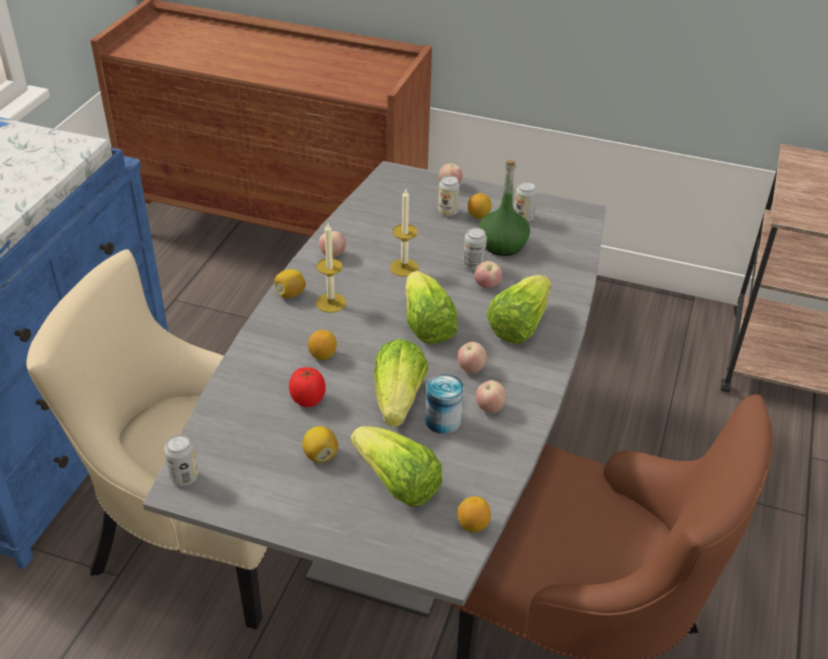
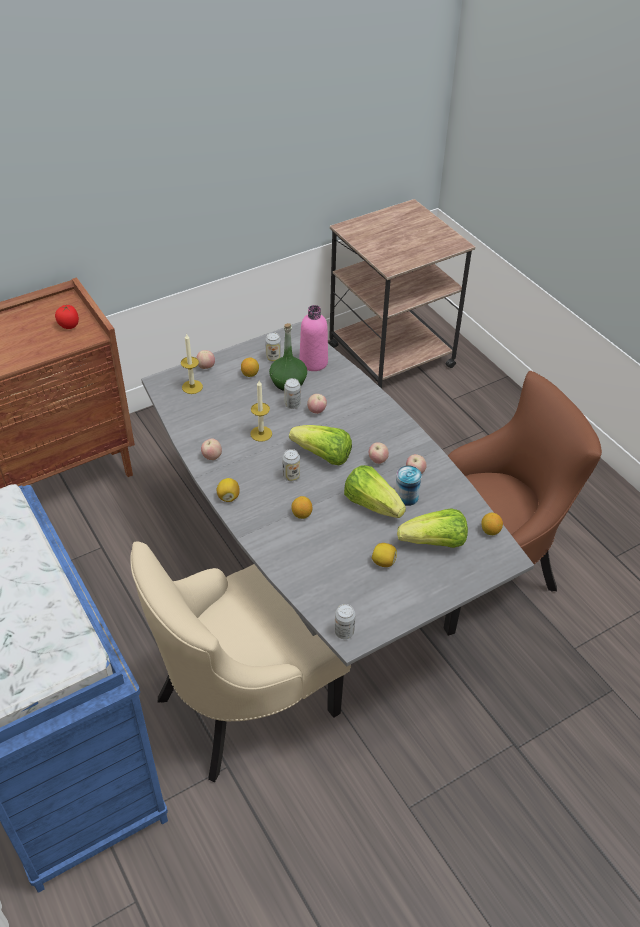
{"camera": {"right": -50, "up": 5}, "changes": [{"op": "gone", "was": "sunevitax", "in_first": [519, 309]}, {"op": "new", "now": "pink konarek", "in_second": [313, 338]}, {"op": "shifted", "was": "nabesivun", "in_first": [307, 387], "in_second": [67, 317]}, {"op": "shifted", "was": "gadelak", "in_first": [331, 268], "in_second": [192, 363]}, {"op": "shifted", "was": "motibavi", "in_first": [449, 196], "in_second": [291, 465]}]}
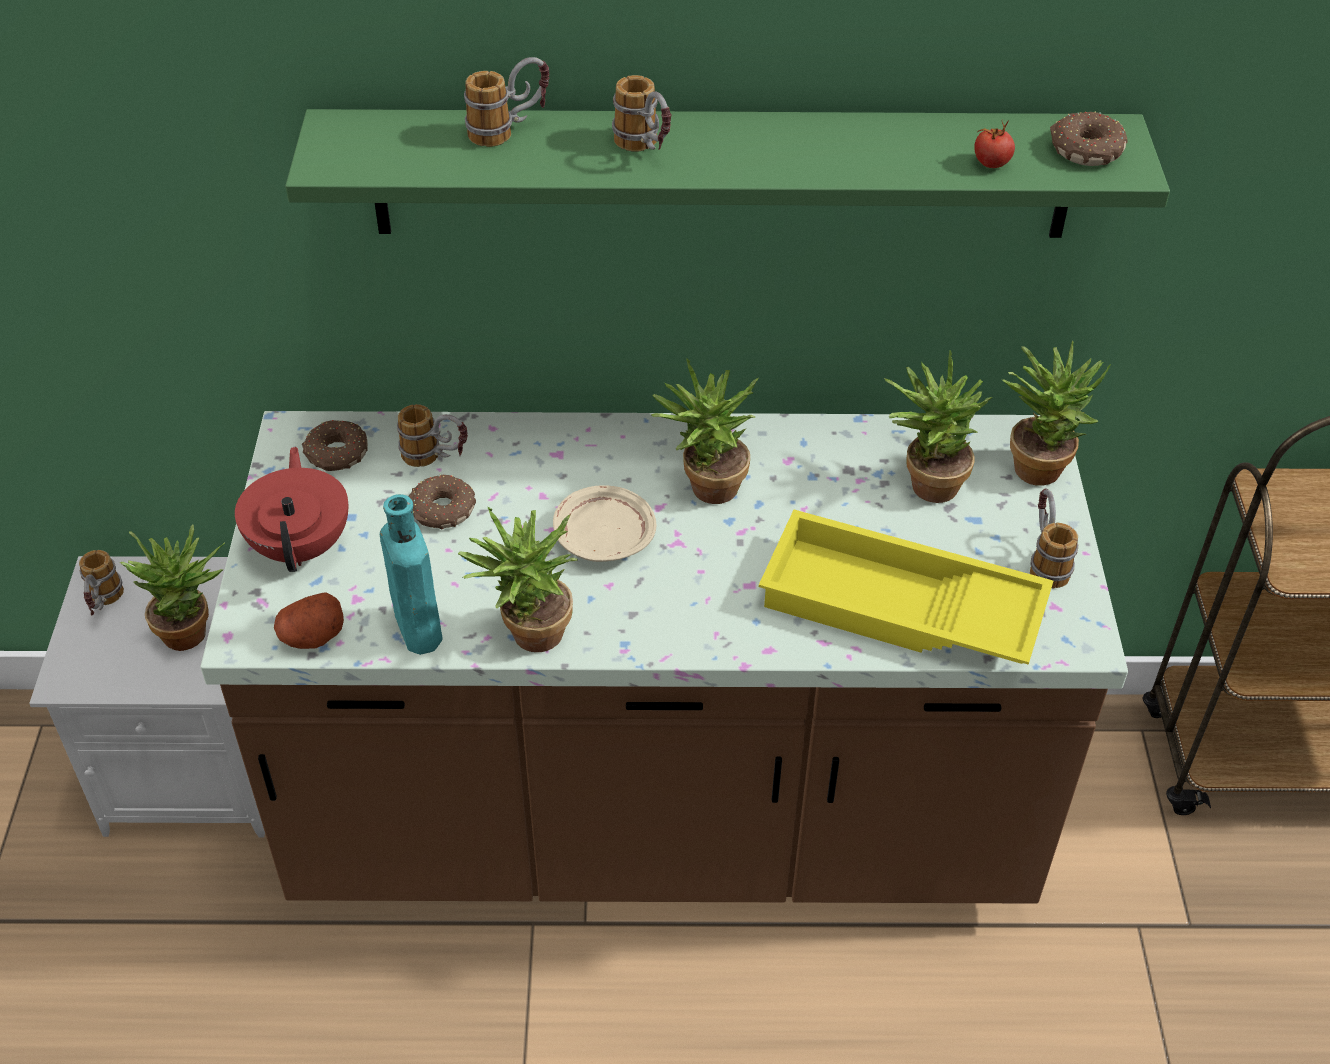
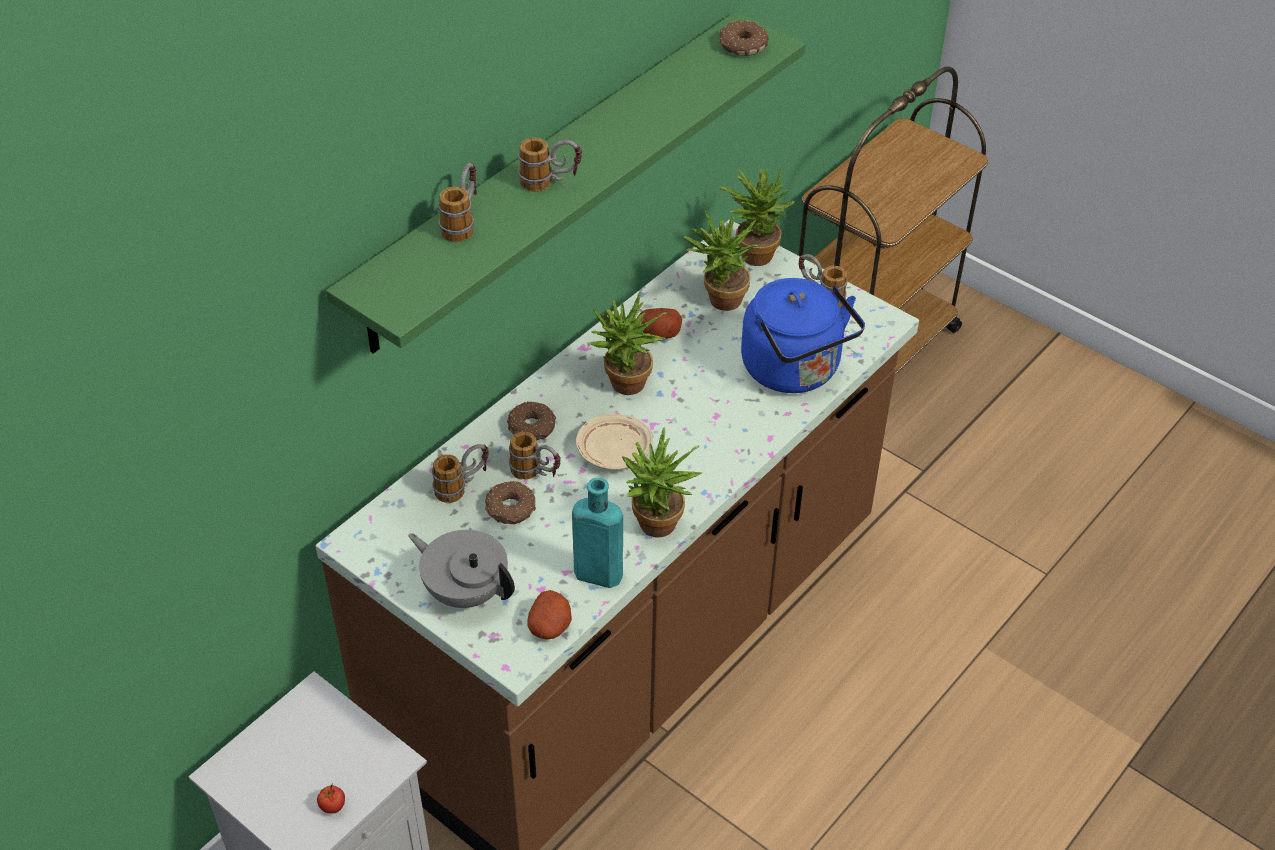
{"camera": {"right": -50, "up": 0}, "changes": [{"op": "gone", "was": "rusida", "in_first": [172, 587]}, {"op": "new", "now": "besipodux", "in_second": [660, 324]}, {"op": "shifted", "was": "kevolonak", "in_first": [101, 582], "in_second": [535, 456]}, {"op": "shifted", "was": "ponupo", "in_first": [335, 445], "in_second": [531, 420]}, {"op": "shifted", "was": "nabesivun", "in_first": [994, 144], "in_second": [331, 798]}, {"op": "swapped", "was": "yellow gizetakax", "now": "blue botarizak", "in_first": [906, 587], "in_second": [803, 335]}, {"op": "repainted", "was": "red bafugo", "now": "grey bafugo", "in_first": [292, 509], "in_second": [461, 569]}]}
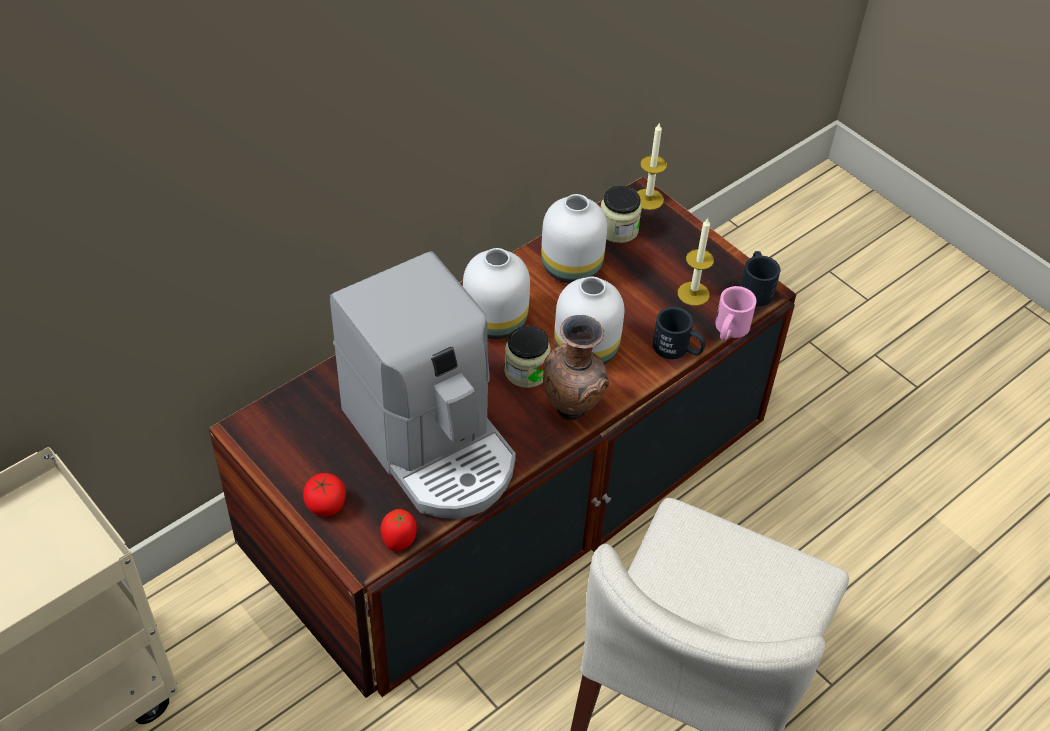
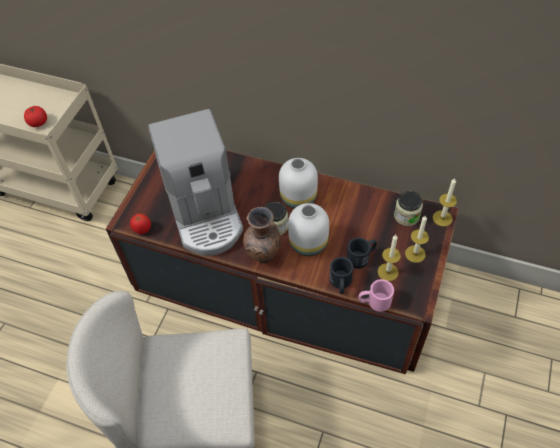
{"camera": {"right": 65, "up": 5}, "changes": [{"op": "gone", "was": "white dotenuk", "in_first": [574, 239]}, {"op": "new", "now": "gadelak", "in_second": [417, 239]}, {"op": "shifted", "was": "nabesivun", "in_first": [324, 495], "in_second": [35, 116]}, {"op": "shifted", "was": "black kevolonak", "in_first": [761, 278], "in_second": [362, 253]}, {"op": "rotated", "was": "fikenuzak", "in_first": [423, 385], "in_second": [195, 182], "clockwise": -45}]}
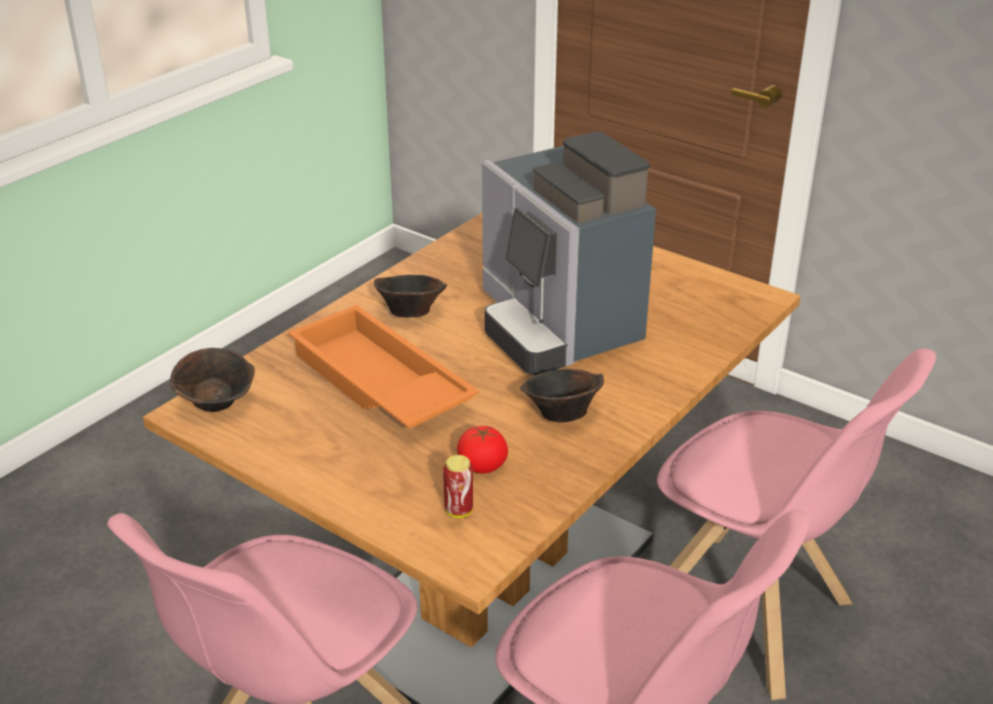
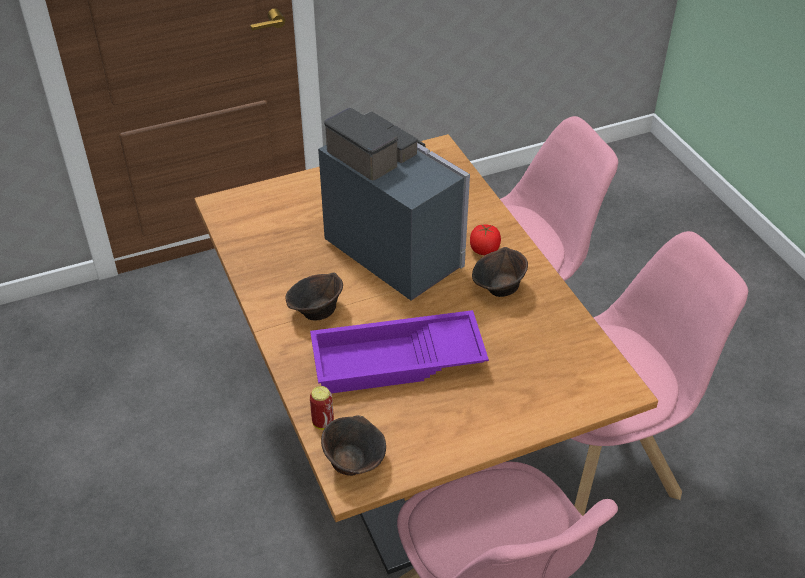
{"camera": {"right": -60, "up": 10}, "changes": [{"op": "shifted", "was": "motibavi", "in_first": [458, 486], "in_second": [322, 408]}, {"op": "shifted", "was": "nabesivun", "in_first": [482, 449], "in_second": [485, 239]}, {"op": "repainted", "was": "orange gizetakax", "now": "purple gizetakax", "in_first": [383, 367], "in_second": [399, 352]}, {"op": "rotated", "was": "fikenuzak", "in_first": [569, 253], "in_second": [394, 204], "clockwise": -135}]}
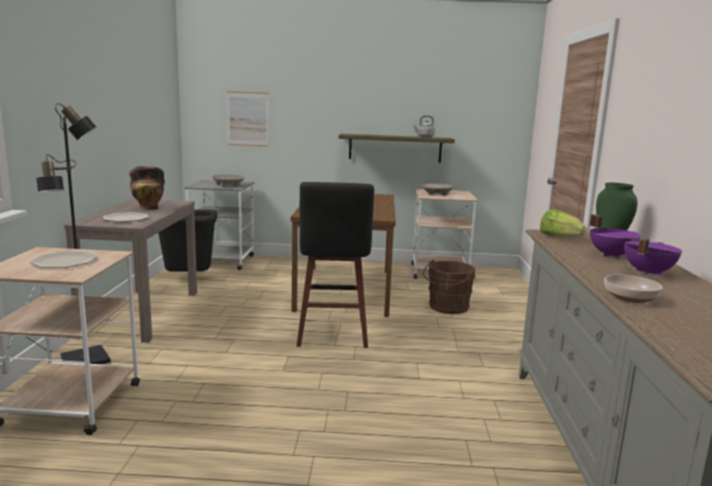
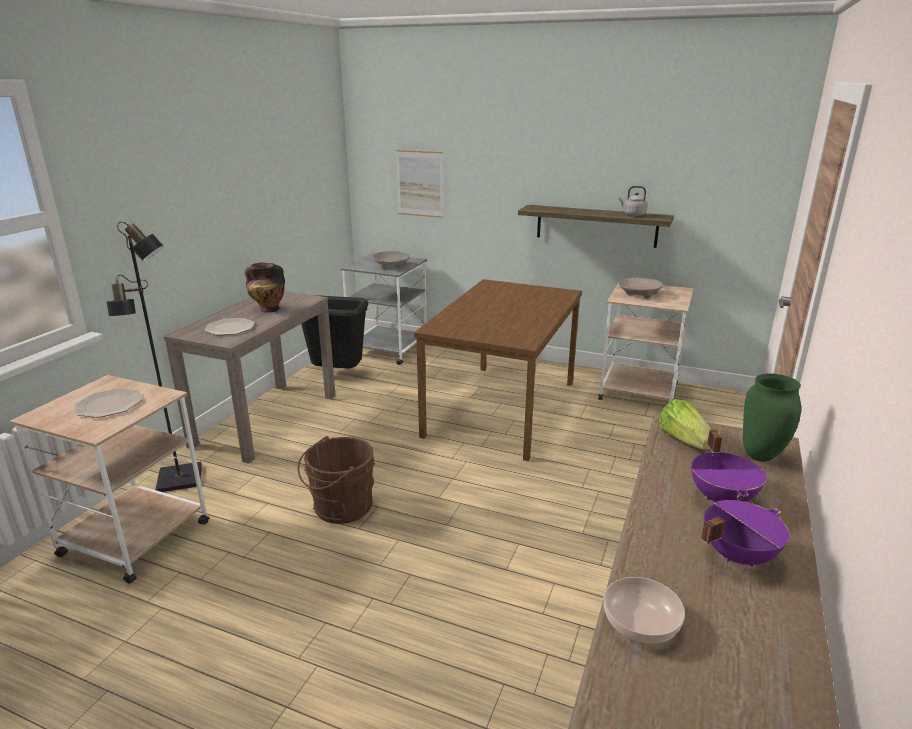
{"camera": {"right": 20, "up": 10}, "changes": [{"op": "gone", "was": "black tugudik", "in_first": [335, 265]}, {"op": "shifted", "was": "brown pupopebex", "in_first": [449, 287], "in_second": [336, 480]}]}
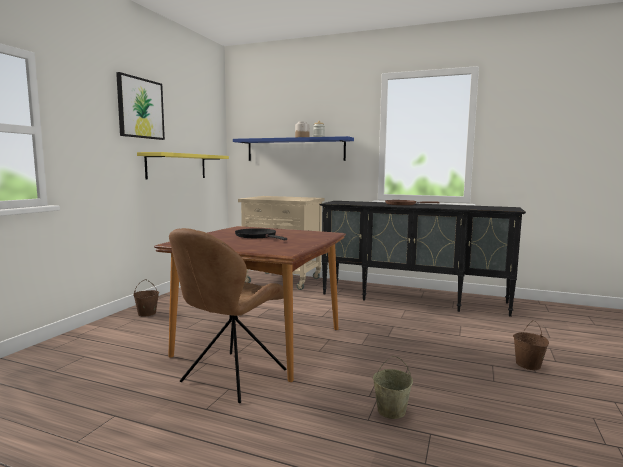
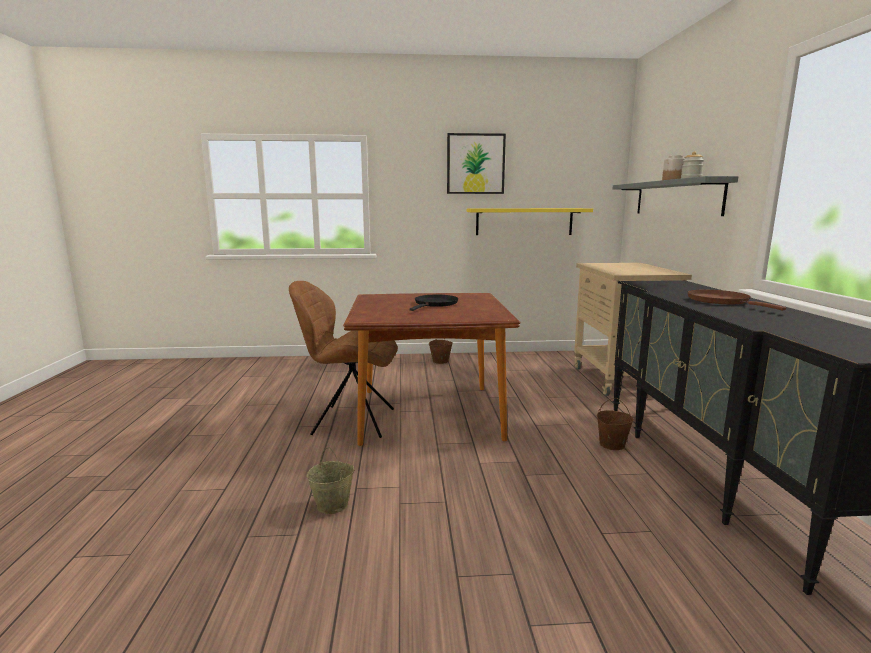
{"camera": {"right": 65, "up": 5}, "changes": [{"op": "shifted", "was": "brown pupopebex", "in_first": [531, 345], "in_second": [615, 424]}, {"op": "repainted", "was": "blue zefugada", "now": "grey zefugada", "in_first": [293, 148], "in_second": [675, 196]}]}
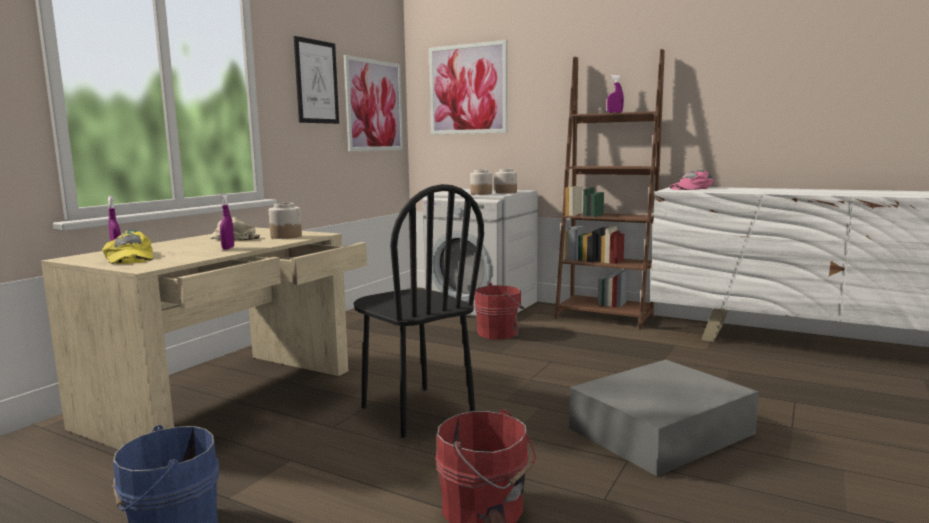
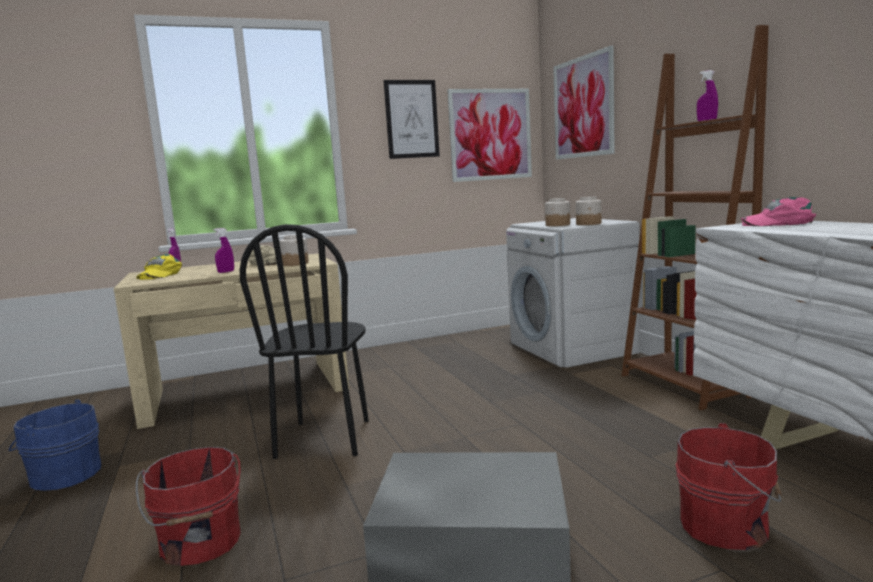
{"camera": {"right": 40, "up": 0}, "changes": [{"op": "shifted", "was": "red pupopebex", "in_first": [499, 311], "in_second": [728, 486]}]}
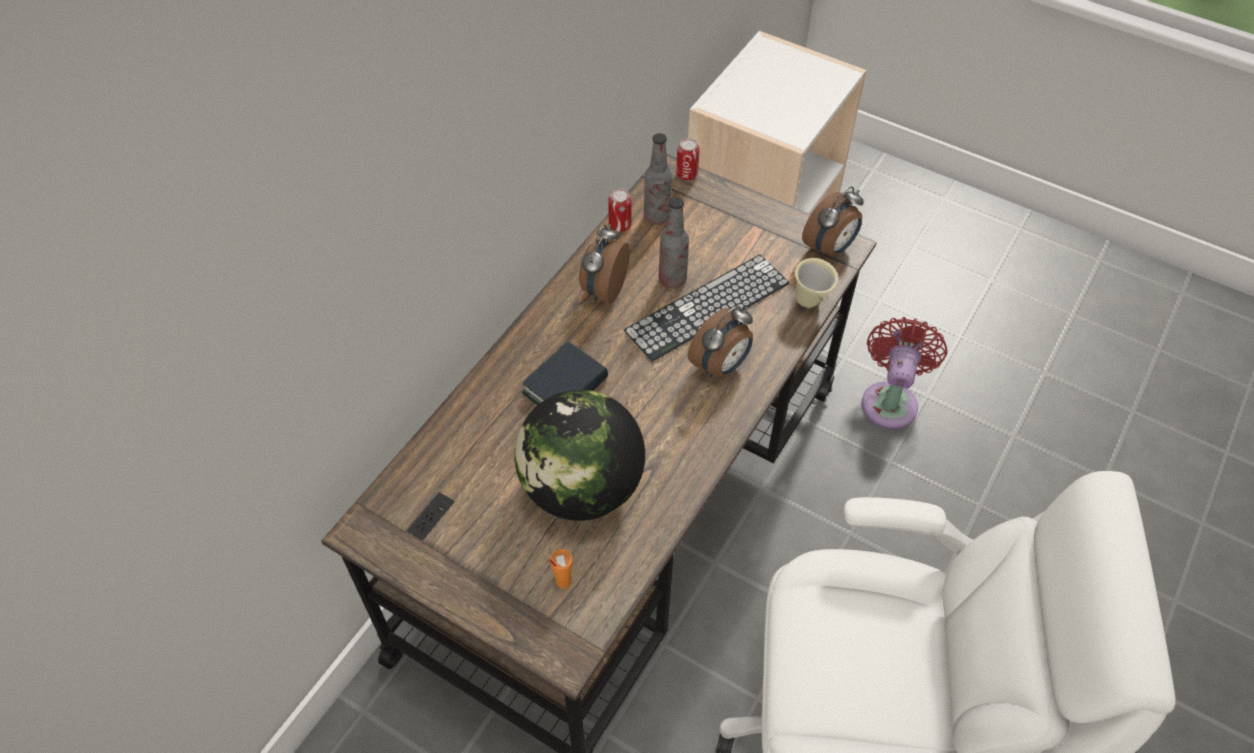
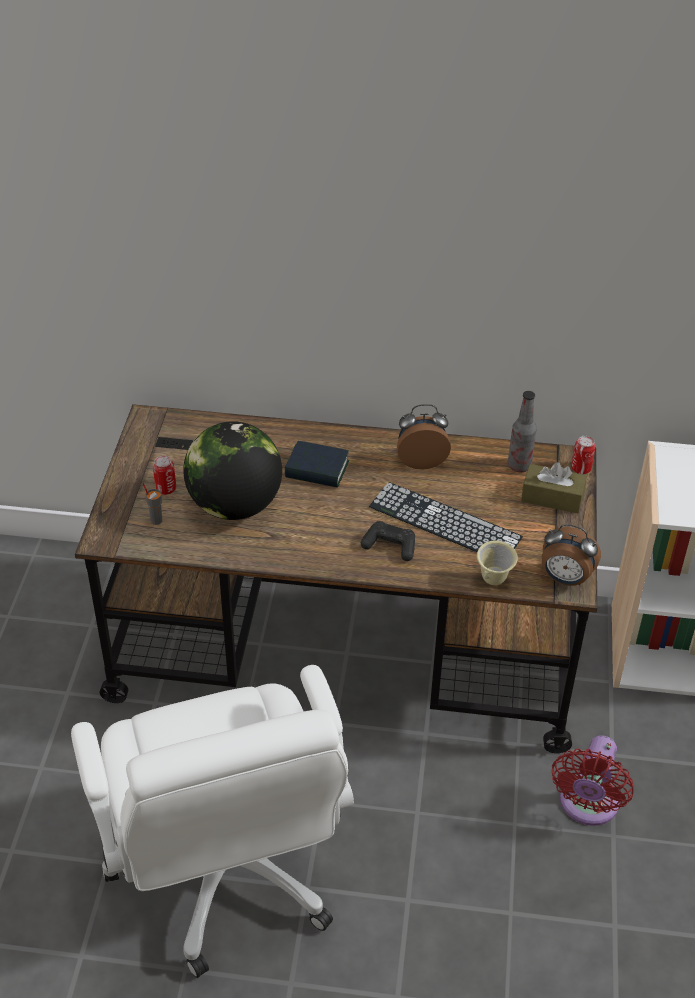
{"camera": {"right": 65, "up": -10}, "changes": [{"op": "gone", "was": "konarek", "in_first": [674, 242]}, {"op": "new", "now": "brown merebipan", "in_second": [554, 487]}, {"op": "shifted", "was": "motibavi", "in_first": [620, 210], "in_second": [164, 475]}, {"op": "swapped", "was": "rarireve", "now": "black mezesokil", "in_first": [720, 341], "in_second": [388, 541]}, {"op": "repainted", "was": "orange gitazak", "now": "grey gitazak", "in_first": [561, 569], "in_second": [152, 504]}, {"op": "rotated", "was": "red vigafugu", "in_first": [905, 373], "in_second": [593, 780], "clockwise": 120}]}
